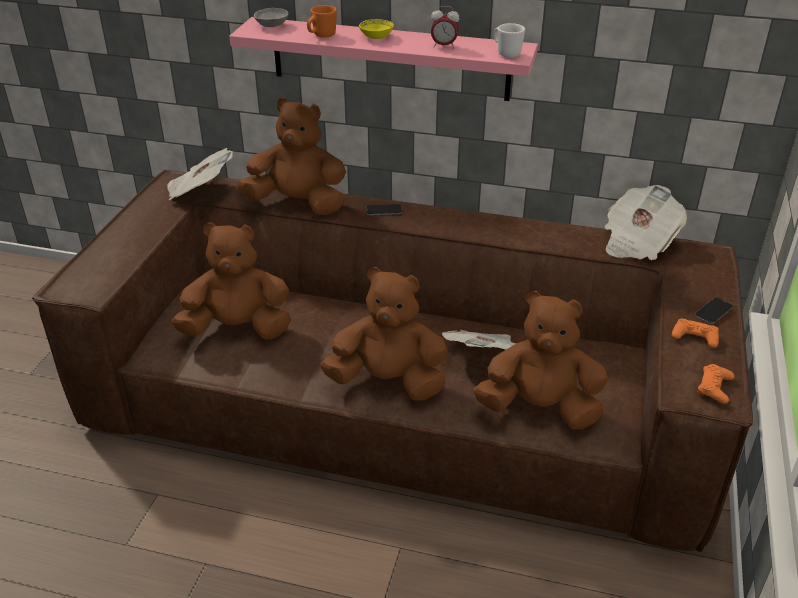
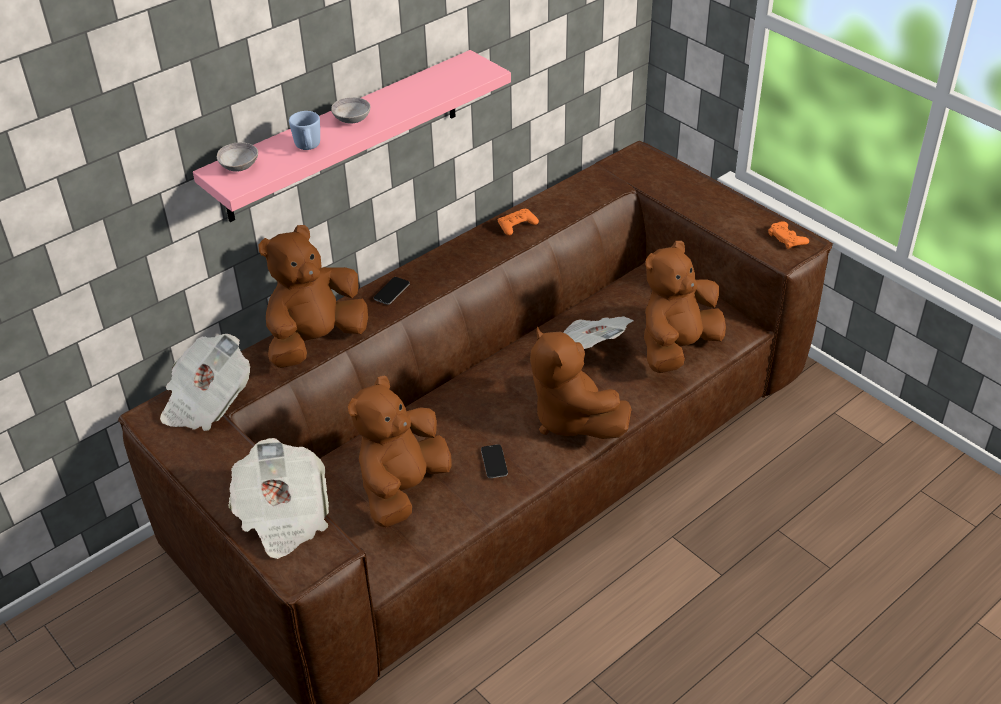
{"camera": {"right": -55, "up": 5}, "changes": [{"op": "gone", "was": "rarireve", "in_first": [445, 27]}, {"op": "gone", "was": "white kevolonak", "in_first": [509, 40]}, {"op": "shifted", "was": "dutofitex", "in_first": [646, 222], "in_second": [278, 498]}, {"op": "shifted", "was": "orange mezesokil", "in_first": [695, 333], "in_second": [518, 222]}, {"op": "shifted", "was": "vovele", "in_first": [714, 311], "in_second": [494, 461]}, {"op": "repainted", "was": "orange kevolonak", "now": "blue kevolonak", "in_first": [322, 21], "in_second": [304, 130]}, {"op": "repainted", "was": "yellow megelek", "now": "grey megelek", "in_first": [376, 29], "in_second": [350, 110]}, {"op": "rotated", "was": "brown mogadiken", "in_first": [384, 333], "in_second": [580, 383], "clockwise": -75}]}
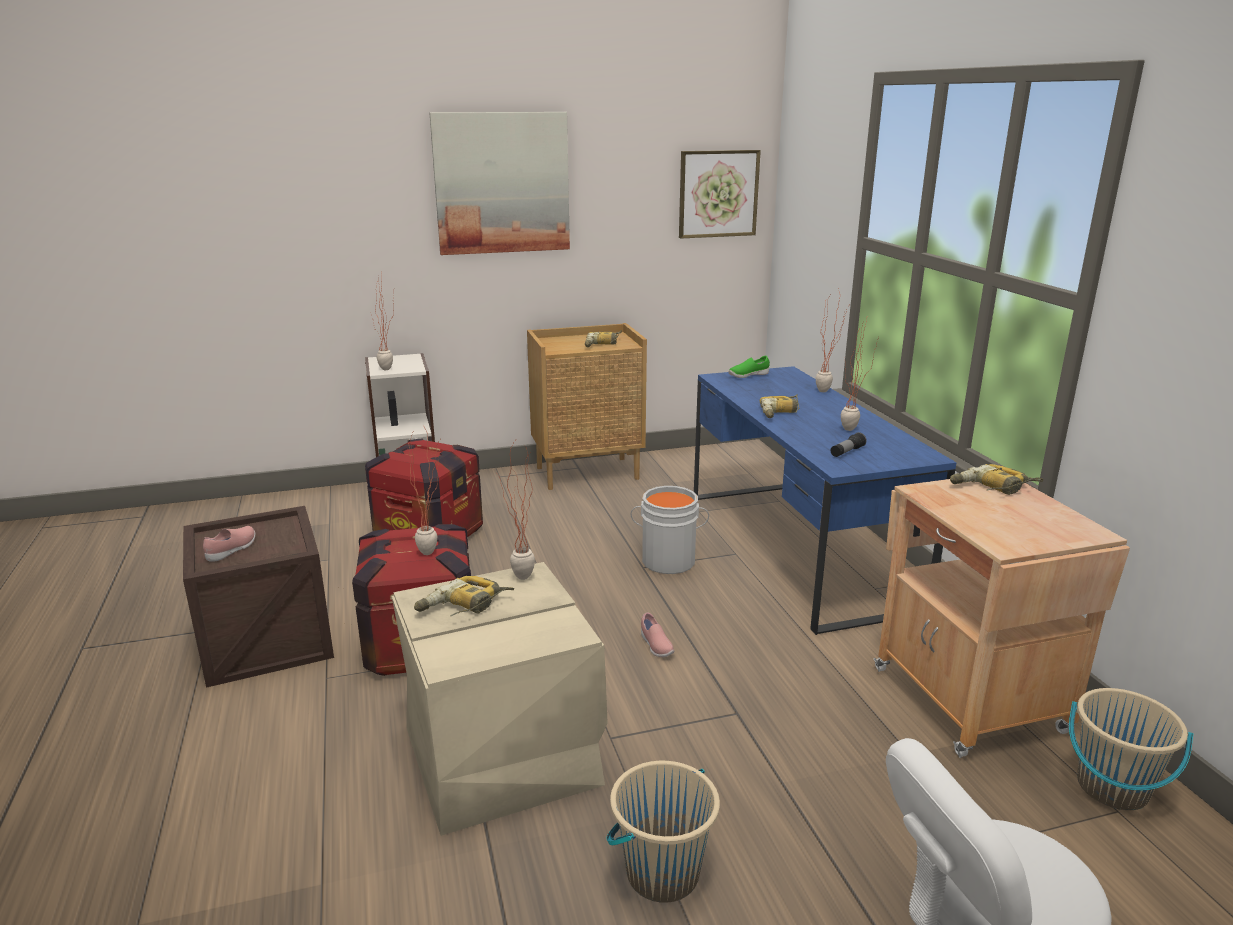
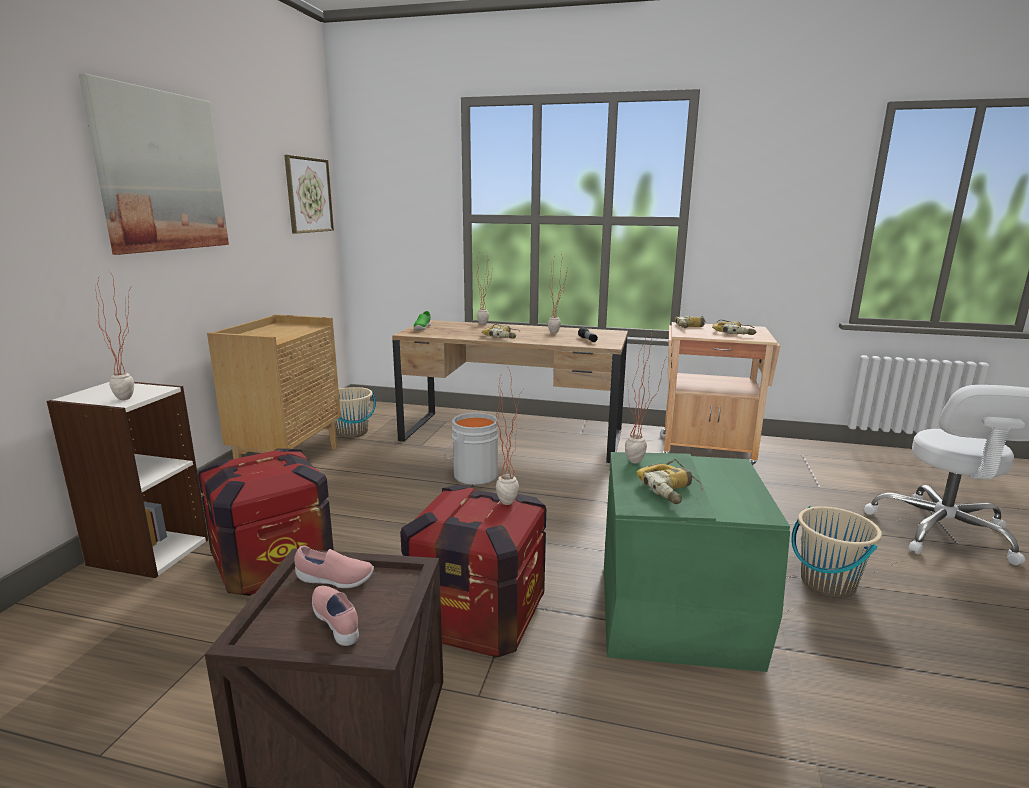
{"camera": {"right": -60, "up": -5}, "changes": [{"op": "shifted", "was": "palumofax", "in_first": [603, 338], "in_second": [734, 327]}, {"op": "shifted", "was": "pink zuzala", "in_first": [657, 634], "in_second": [334, 567]}, {"op": "shifted", "was": "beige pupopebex", "in_first": [1131, 749], "in_second": [355, 412]}, {"op": "repainted", "was": "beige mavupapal", "now": "green mavupapal", "in_first": [500, 699], "in_second": [697, 562]}, {"op": "repainted", "was": "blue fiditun", "now": "brown fiditun", "in_first": [825, 500], "in_second": [510, 391]}]}
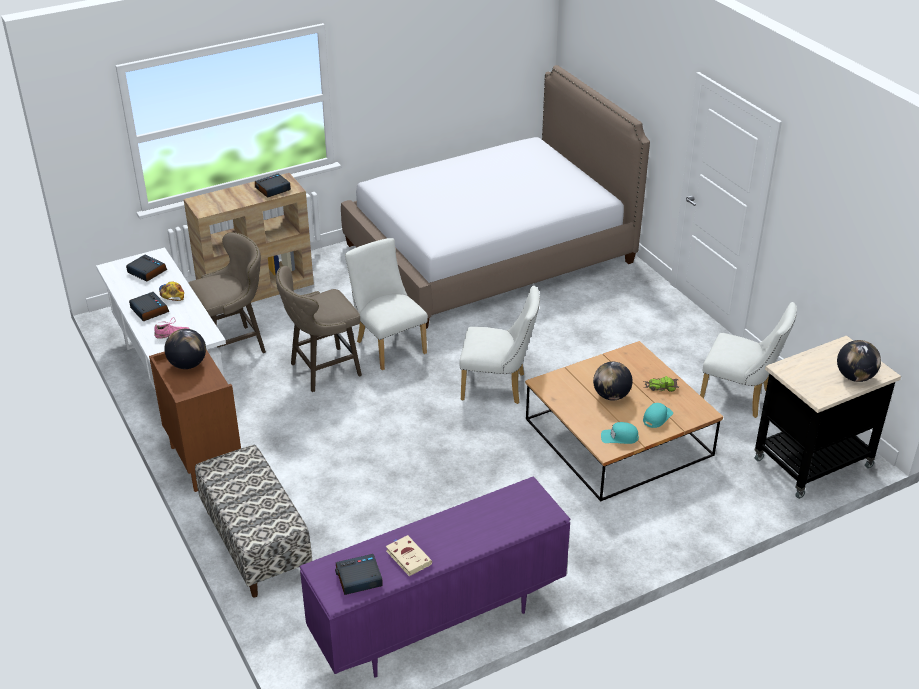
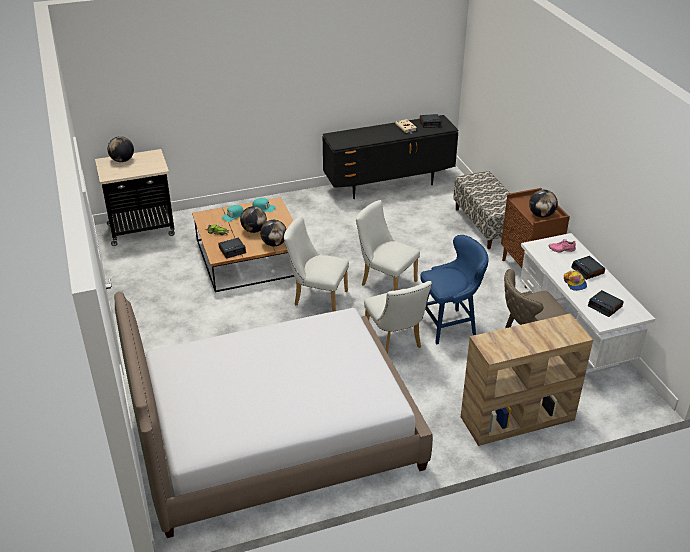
{"camera": {"right": -170, "up": 0}, "changes": [{"op": "new", "now": "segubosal", "in_second": [273, 233]}, {"op": "shifted", "was": "rarireve", "in_first": [273, 185], "in_second": [232, 248]}, {"op": "shifted", "was": "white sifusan", "in_first": [748, 360], "in_second": [388, 245]}, {"op": "repainted", "was": "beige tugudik", "now": "blue tugudik", "in_first": [319, 329], "in_second": [454, 289]}, {"op": "repainted", "was": "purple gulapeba", "now": "black gulapeba", "in_first": [435, 577], "in_second": [391, 157]}]}
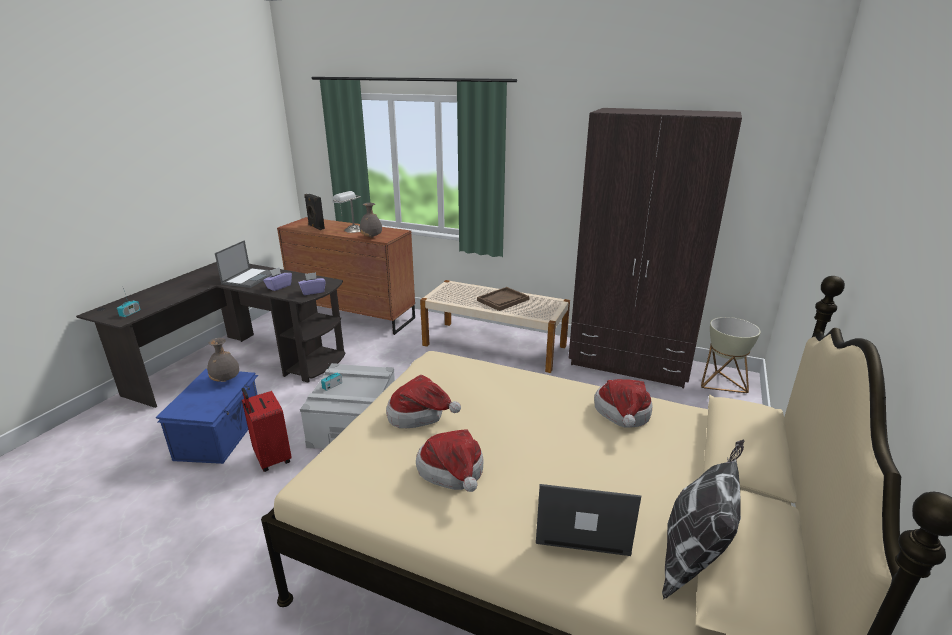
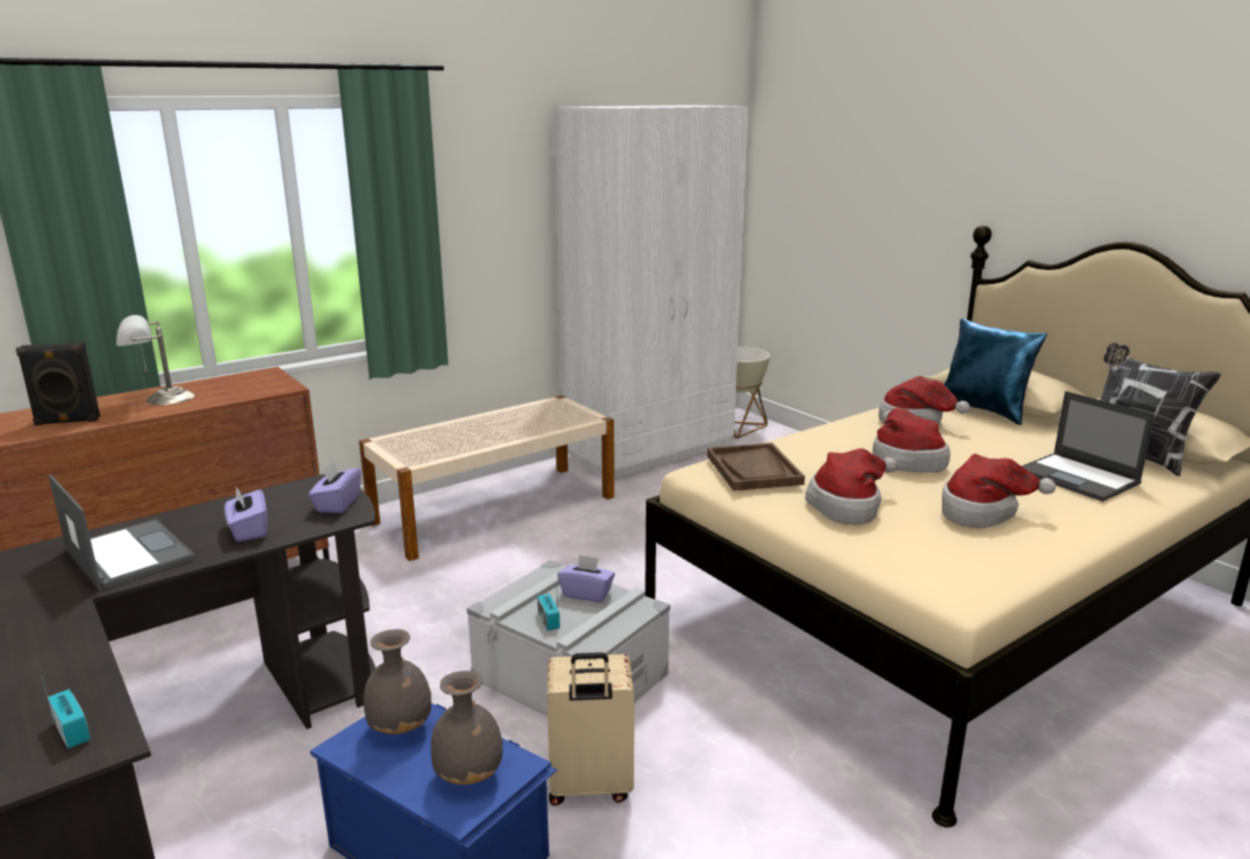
{"camera": {"right": -60, "up": -5}, "changes": [{"op": "new", "now": "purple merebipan", "in_second": [586, 578]}, {"op": "new", "now": "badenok", "in_second": [911, 440]}, {"op": "new", "now": "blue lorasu", "in_second": [995, 371]}, {"op": "shifted", "was": "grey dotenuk", "in_first": [371, 220], "in_second": [467, 728]}, {"op": "shifted", "was": "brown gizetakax", "in_first": [503, 299], "in_second": [756, 467]}, {"op": "repainted", "was": "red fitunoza", "now": "beige fitunoza", "in_first": [267, 430], "in_second": [590, 729]}, {"op": "repainted", "was": "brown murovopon", "now": "white murovopon", "in_first": [655, 248], "in_second": [651, 292]}, {"op": "rotated", "was": "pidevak", "in_first": [588, 520], "in_second": [1088, 446], "clockwise": -75}]}
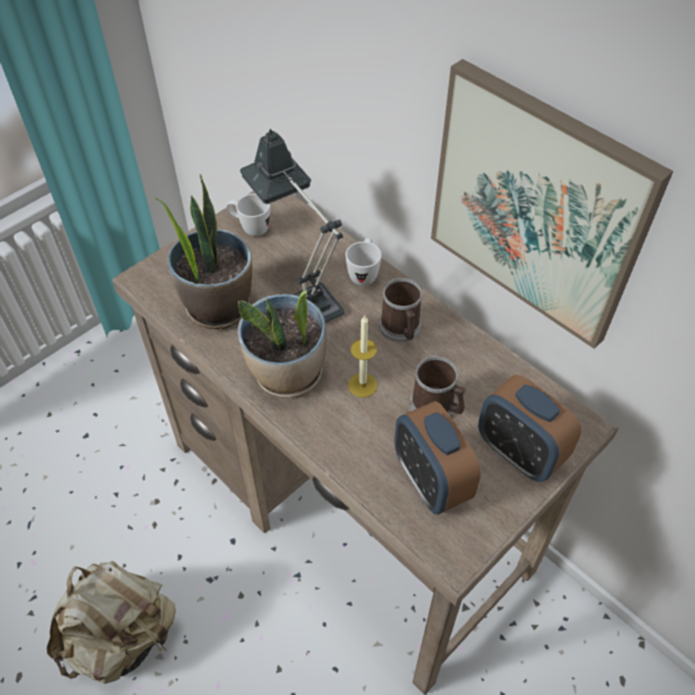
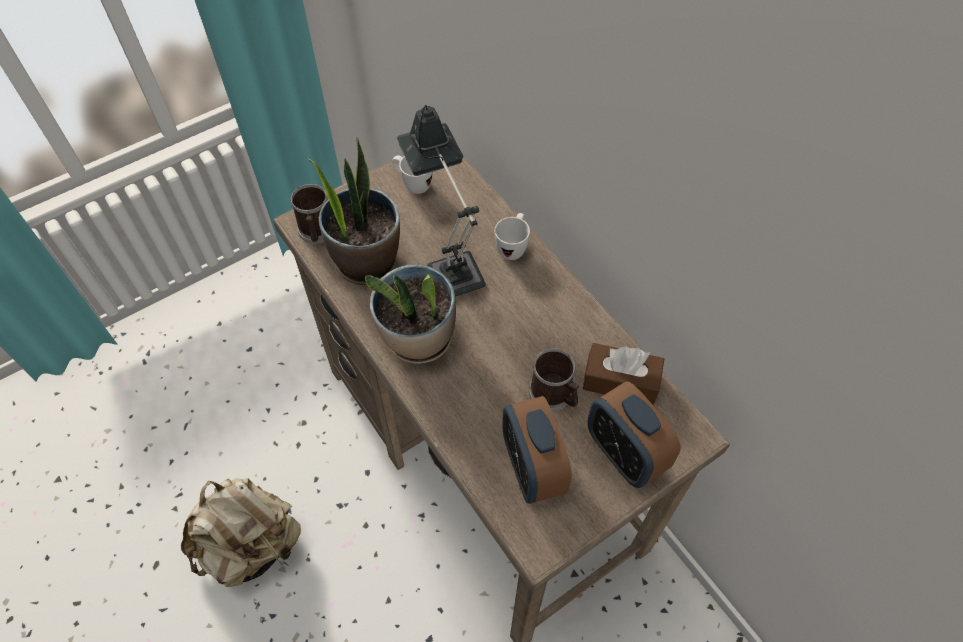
{"camera": {"right": 10, "up": 5}, "changes": [{"op": "gone", "was": "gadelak", "in_first": [362, 356]}, {"op": "gone", "was": "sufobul", "in_first": [552, 204]}, {"op": "new", "now": "brown merebipan", "in_second": [623, 374]}, {"op": "shifted", "was": "kevolonak", "in_first": [400, 310], "in_second": [309, 214]}]}
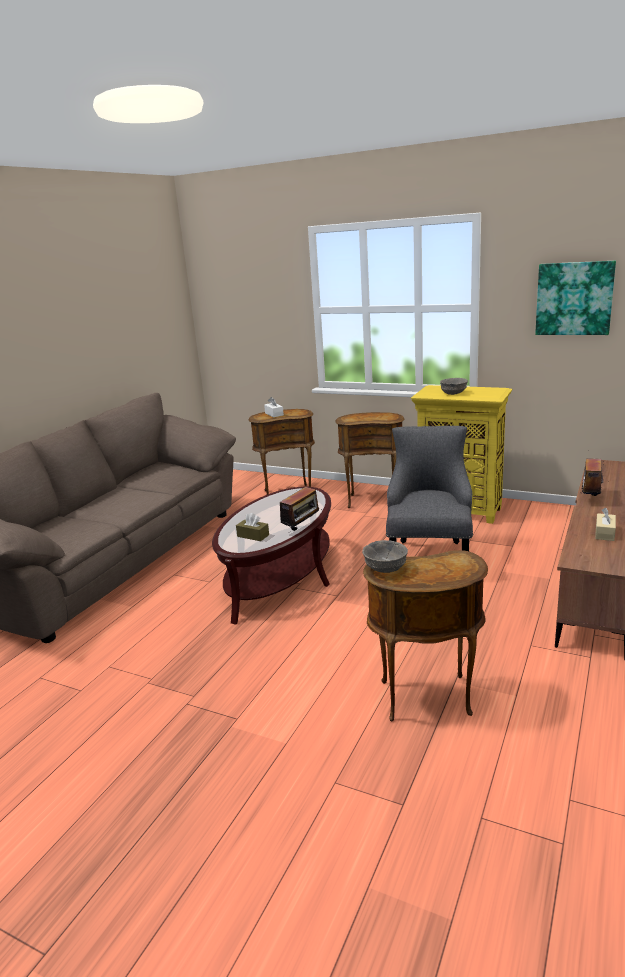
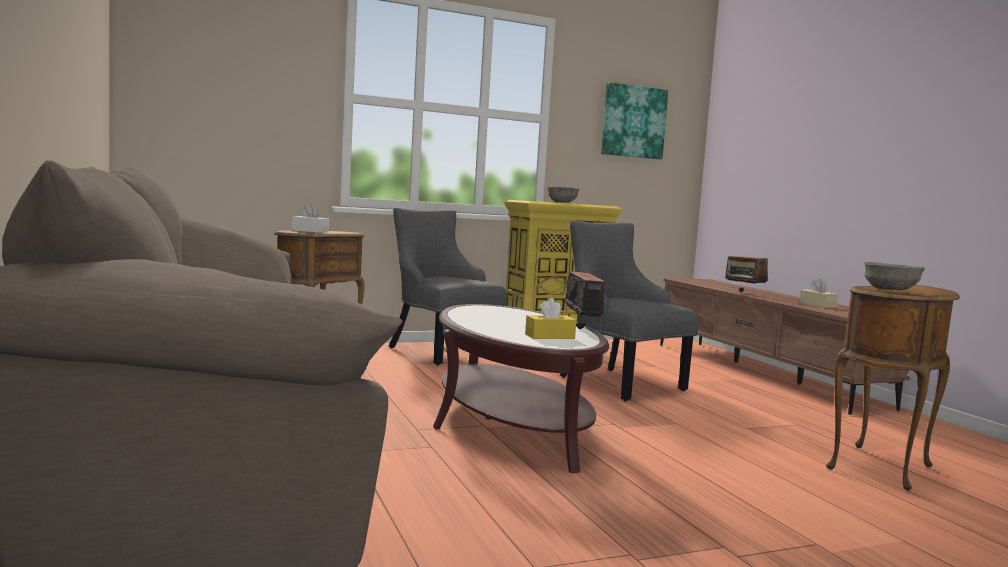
{"camera": {"right": -50, "up": -15}, "changes": [{"op": "swapped", "was": "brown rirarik", "now": "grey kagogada", "in_first": [369, 460], "in_second": [447, 286]}, {"op": "repainted", "was": "brown merebipan", "now": "yellow merebipan", "in_first": [252, 527], "in_second": [550, 318]}]}
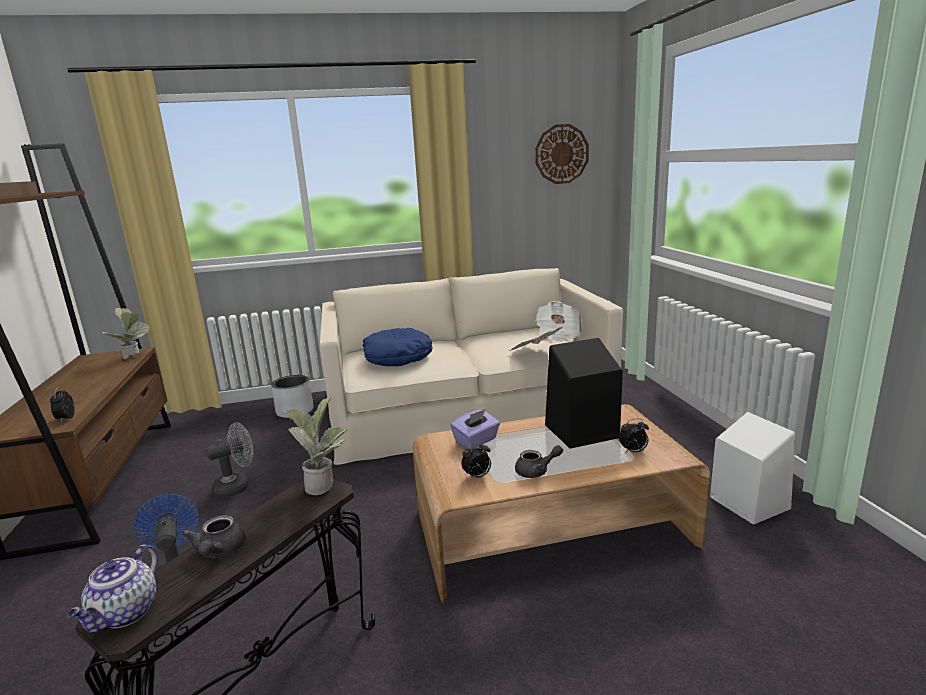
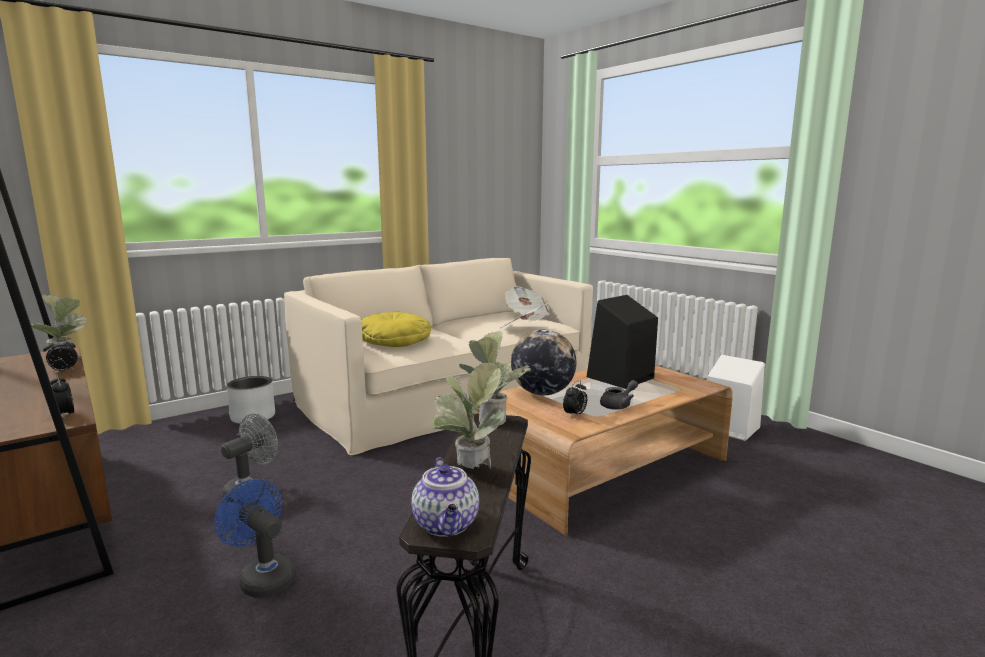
{"camera": {"right": -25, "up": -5}, "changes": [{"op": "gone", "was": "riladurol", "in_first": [562, 154]}, {"op": "shifted", "was": "rarireve", "in_first": [634, 435], "in_second": [60, 355]}, {"op": "swapped", "was": "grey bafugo", "now": "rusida", "in_first": [214, 536], "in_second": [468, 415]}, {"op": "swapped", "was": "purple merebipan", "now": "segubosal", "in_first": [475, 429], "in_second": [544, 362]}, {"op": "repainted", "was": "blue lorasu", "now": "yellow lorasu", "in_first": [397, 347], "in_second": [396, 329]}]}
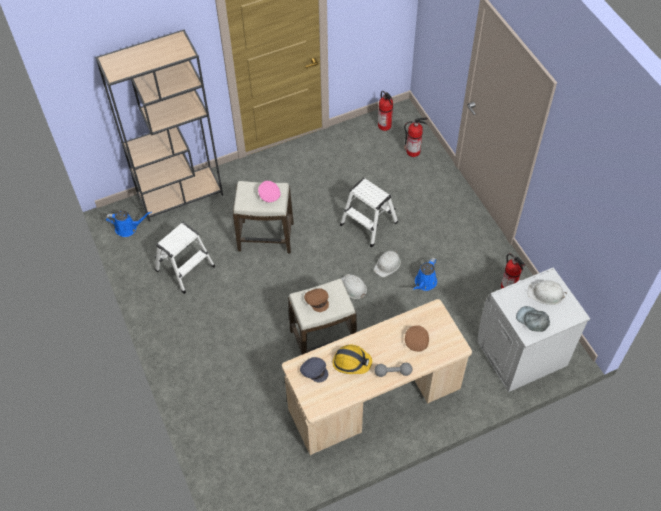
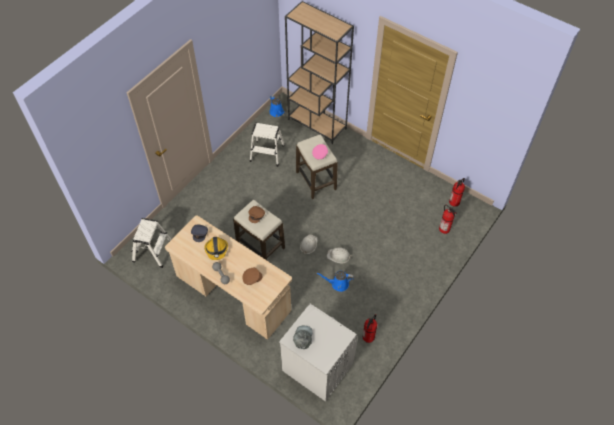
{"camera": {"right": 60, "up": 0}, "changes": [{"op": "gone", "was": "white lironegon", "in_first": [547, 292]}, {"op": "shifted", "was": "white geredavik", "in_first": [369, 212], "in_second": [151, 243]}]}
